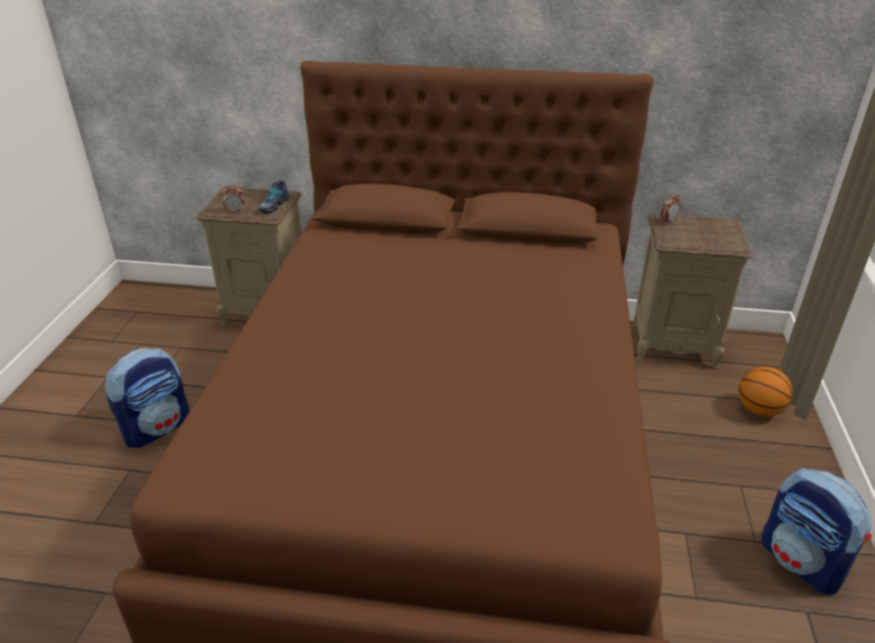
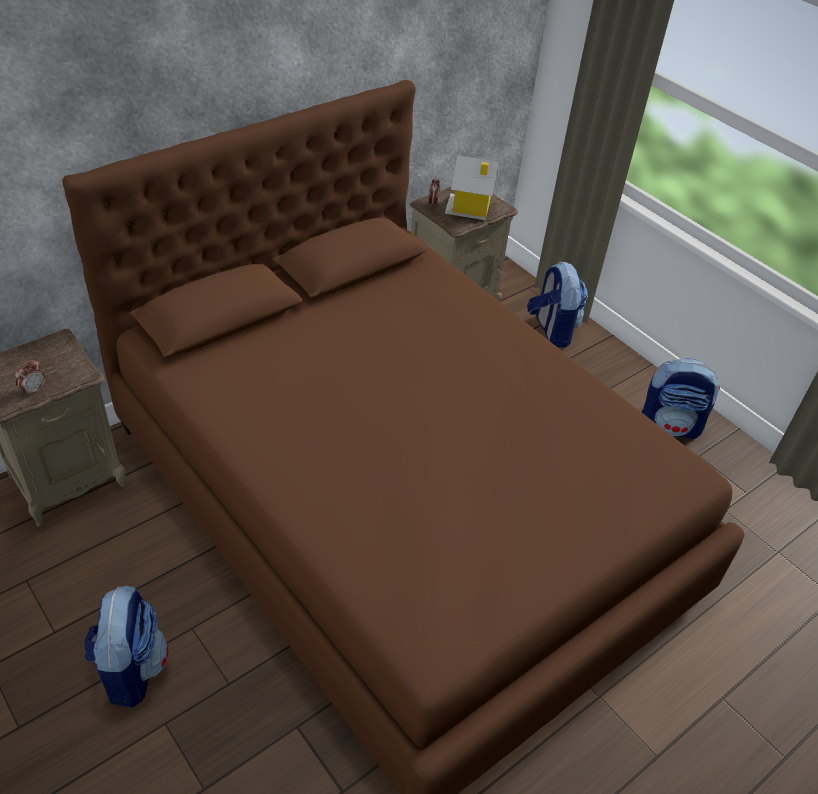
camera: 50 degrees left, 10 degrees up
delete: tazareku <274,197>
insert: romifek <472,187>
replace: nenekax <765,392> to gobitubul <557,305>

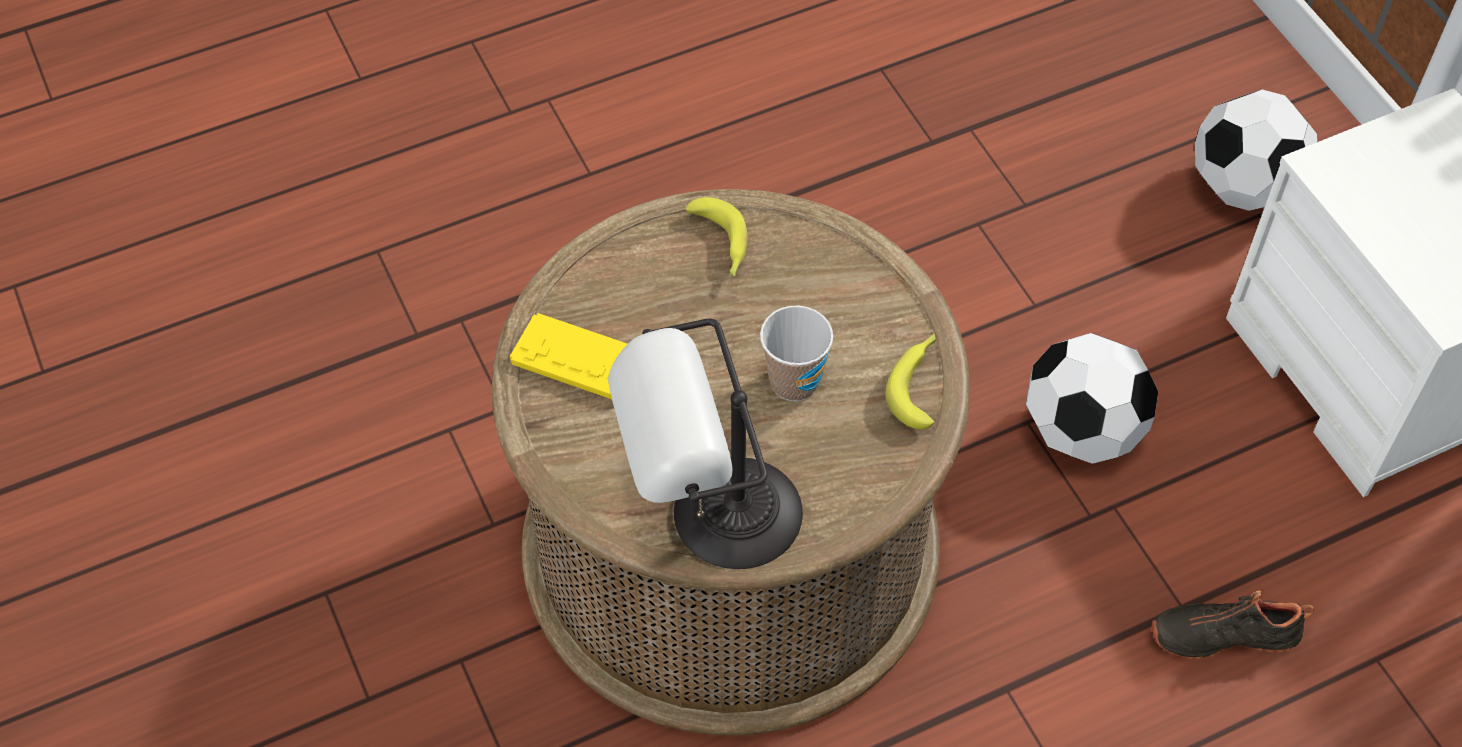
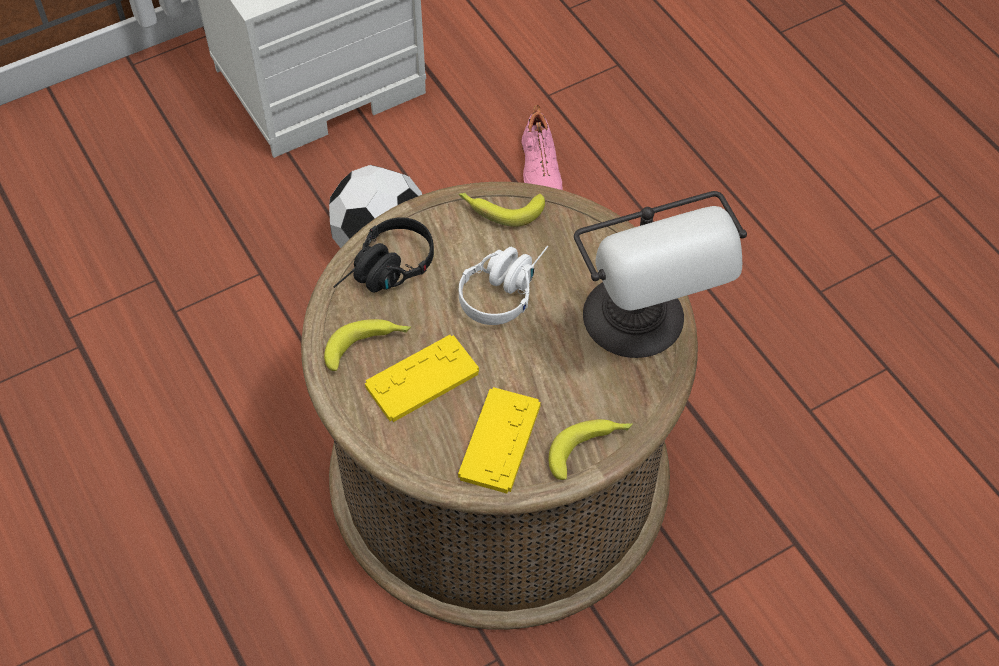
camera: 95 degrees left, 0 degrees up
delete: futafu <1256,150>
insert: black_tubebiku <383,255>; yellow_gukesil <422,378>; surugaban <590,449>
replace: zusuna <796,353> to white_tubebiku <503,285>
recolor: black_tazareku <1233,624> to pink_tazareku <542,147>

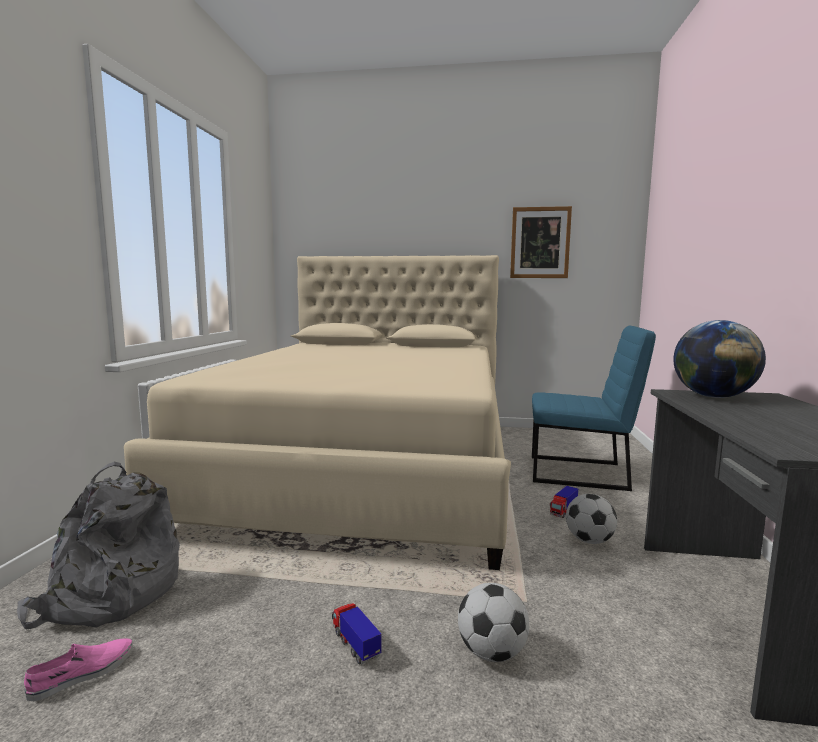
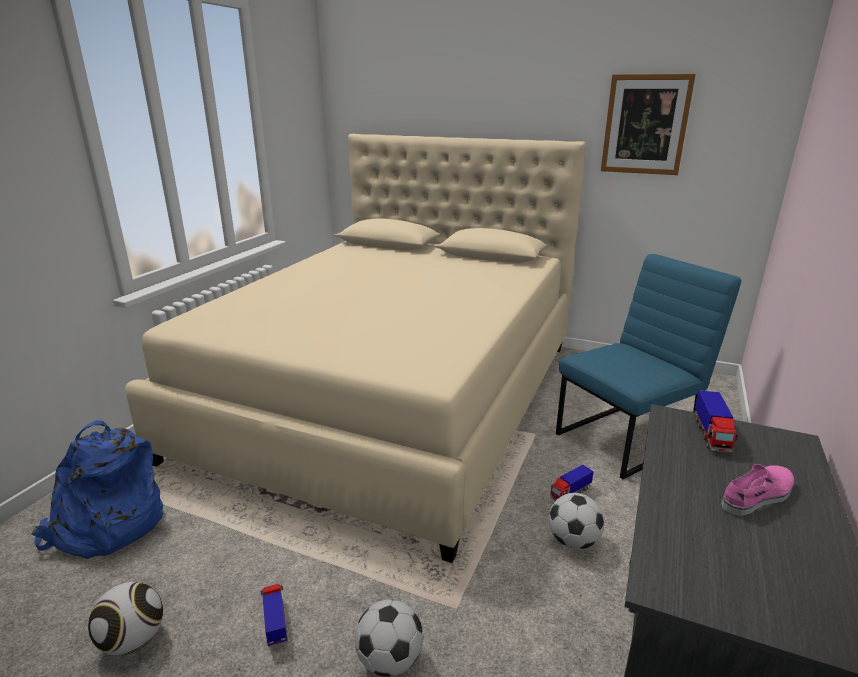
camera: 15 degrees right, 15 degrees up
insert: futafu <125,619>
move: pink_tazareku <78,670> to <757,490>
replace: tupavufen <720,359> to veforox <716,421>
recolor: grey_gobitubul <98,545> to blue_gobitubul <97,489>
rotate: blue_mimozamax <594,408> = <648,366> 60 degrees counterclockwise

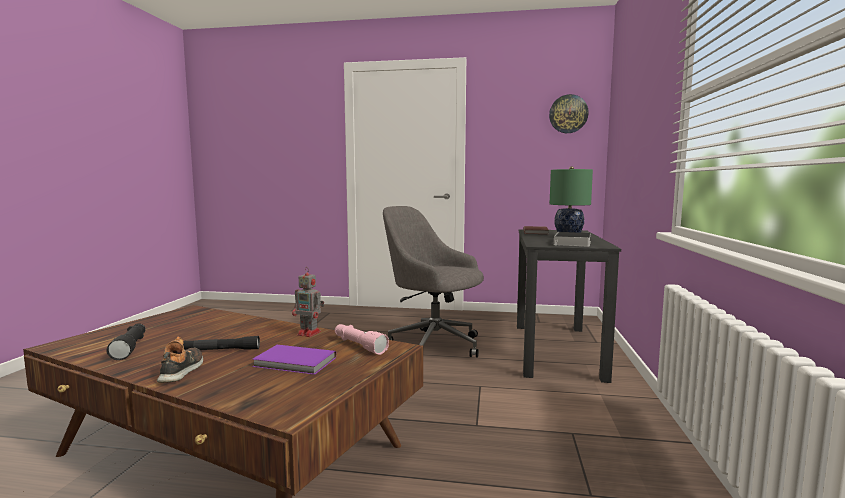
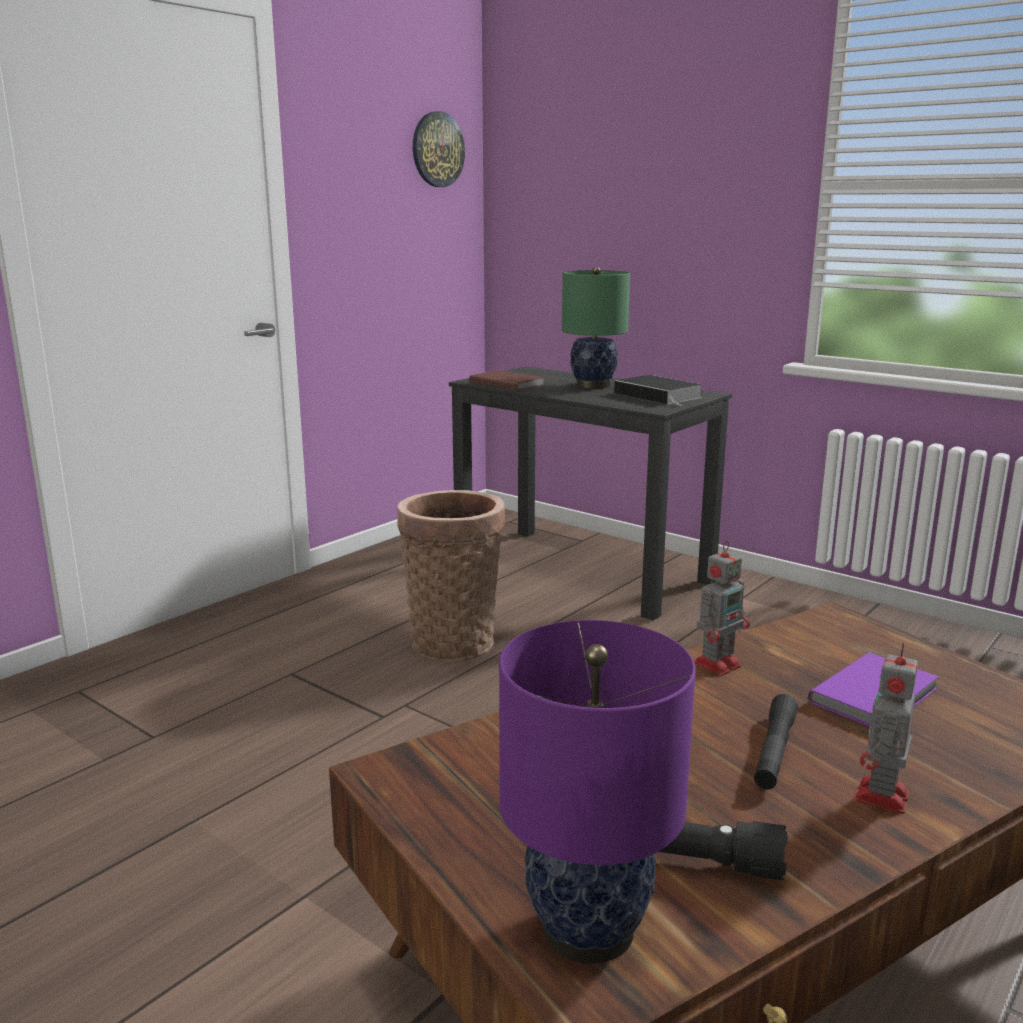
camera: 60 degrees left, 10 degrees up
delete: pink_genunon <362,339>
insert: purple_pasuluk <597,791>
replace: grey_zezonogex <433,282> to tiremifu <451,576>; tazareku <180,360> to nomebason <886,728>

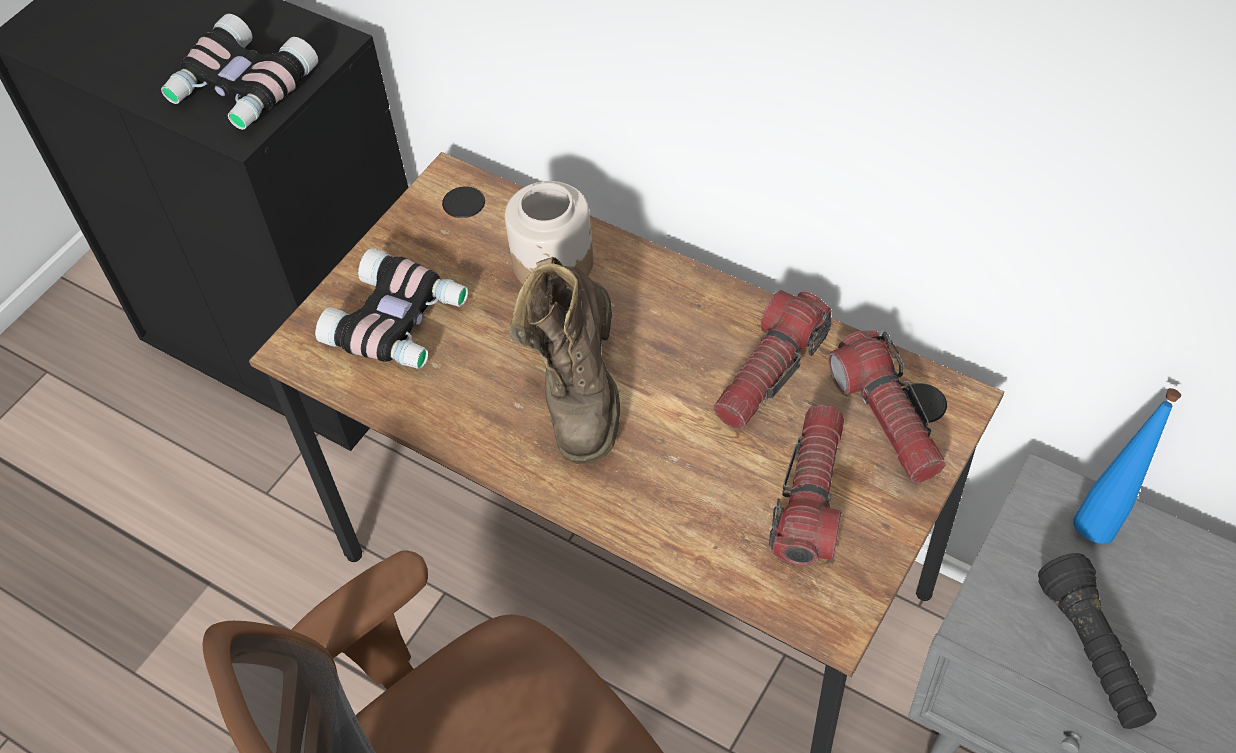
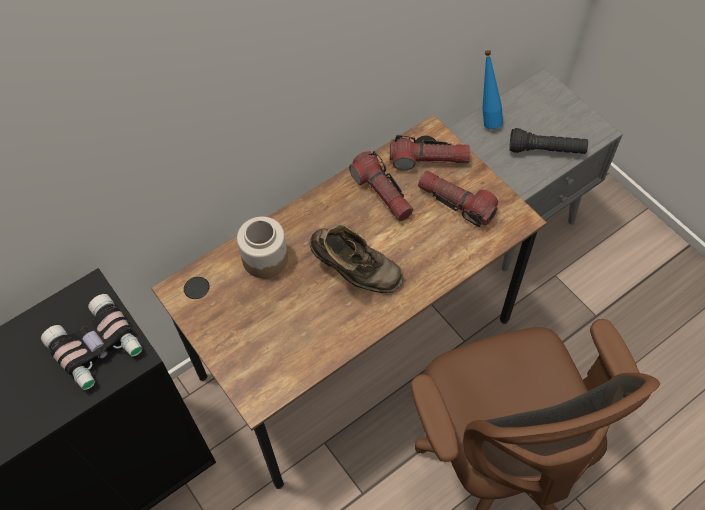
camera: 70 degrees left, 5 degrees up
delete: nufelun <391,308>

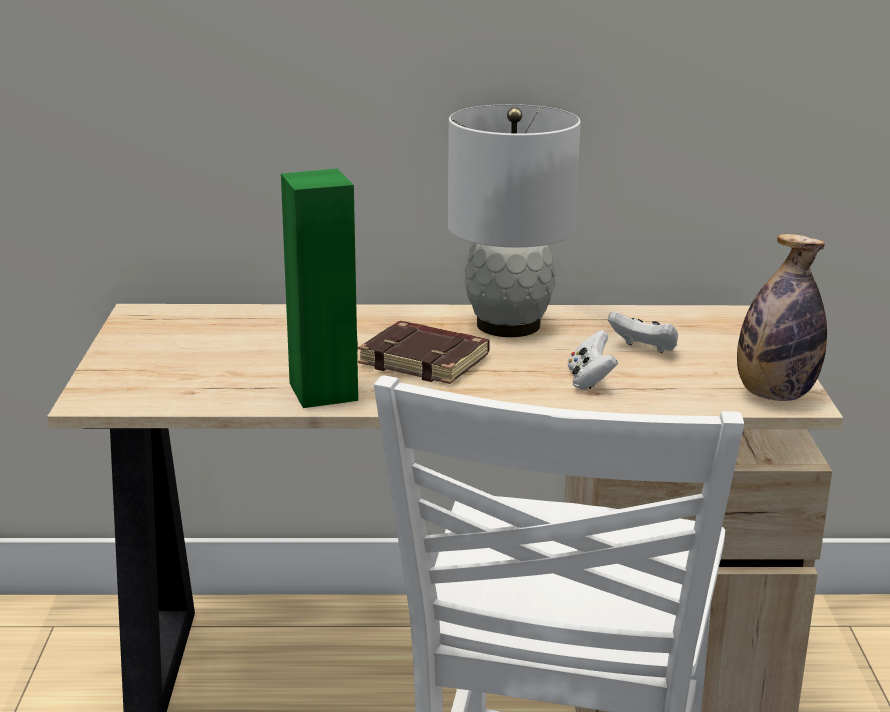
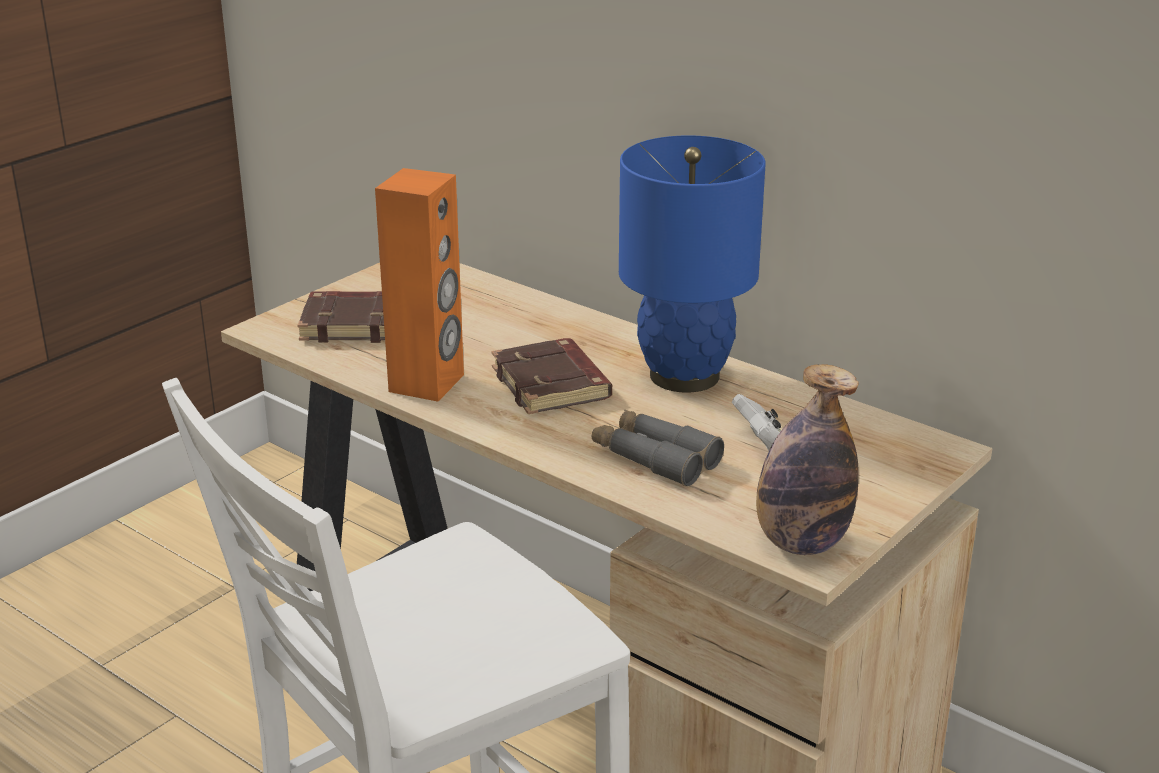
camera: 40 degrees right, 5 degrees up
insert: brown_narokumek <341,317>
replace: white_gukesil <593,360> to grey_nufelun <658,447>
recolor: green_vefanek <319,288> to orange_vefanek <419,284>; white_pasuluk <514,220> to blue_pasuluk <692,264>

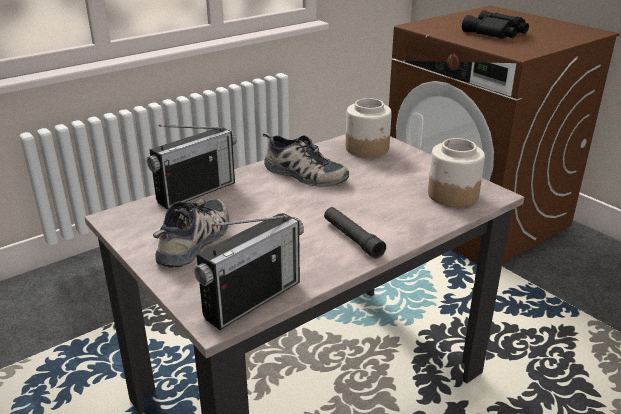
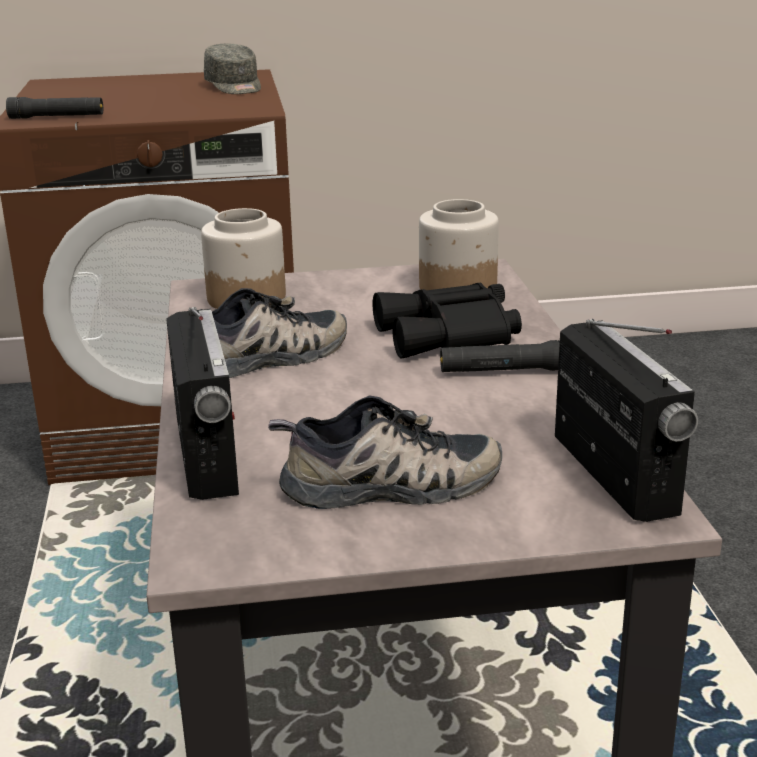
camera: 60 degrees left, 5 degrees down
insert: black_genunon <54,108>; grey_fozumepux <232,69>
move: black_nufelun <495,24> to <447,320>
rotate: tazareku <191,233> = <385,452> 120 degrees clockwise

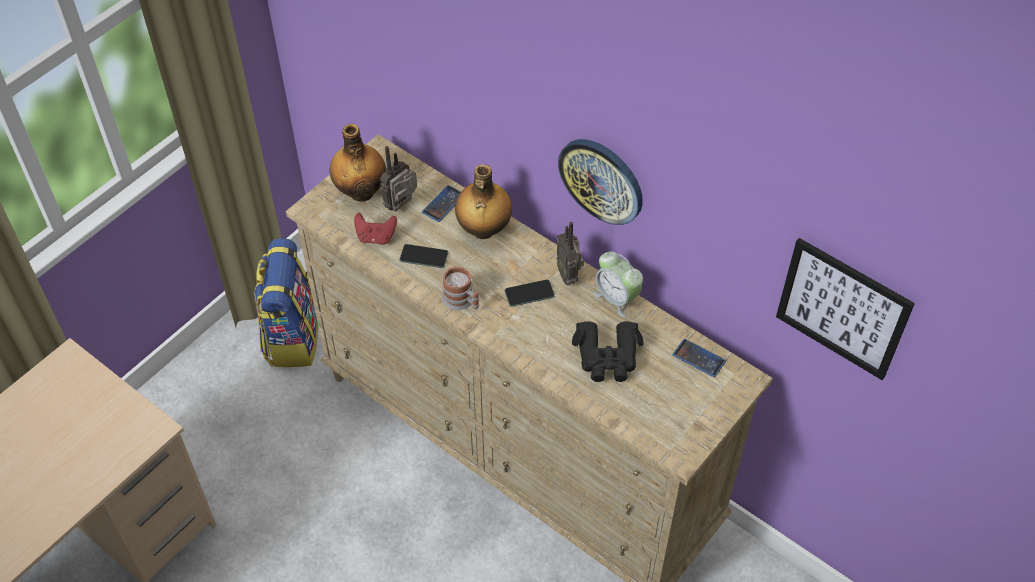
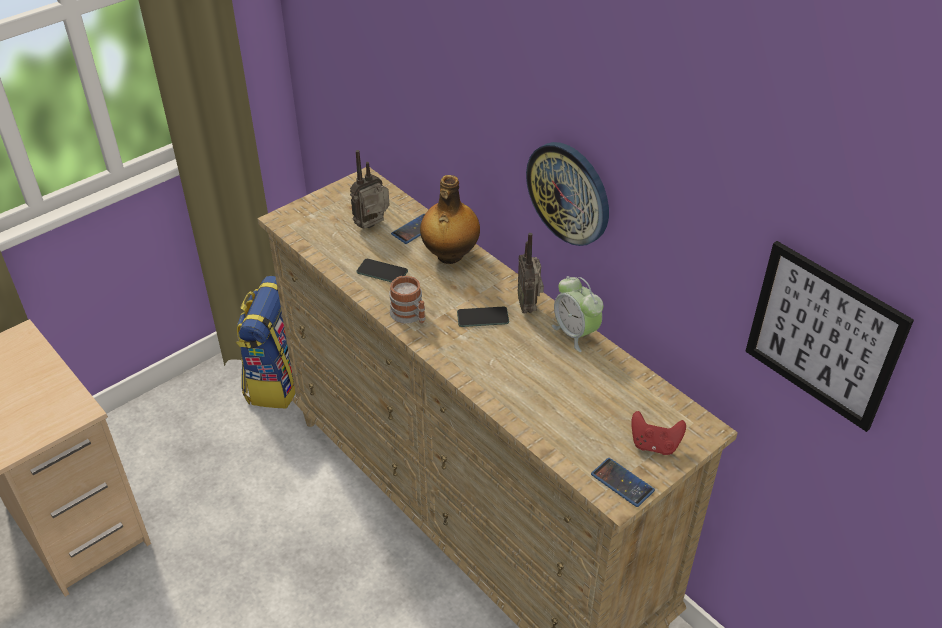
camera: 10 degrees right, 10 degrees down
delete: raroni <358,163>; black_nufelun <608,351>
move: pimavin <699,358> to <623,482>; red_gukesil <375,229> to <659,433>

